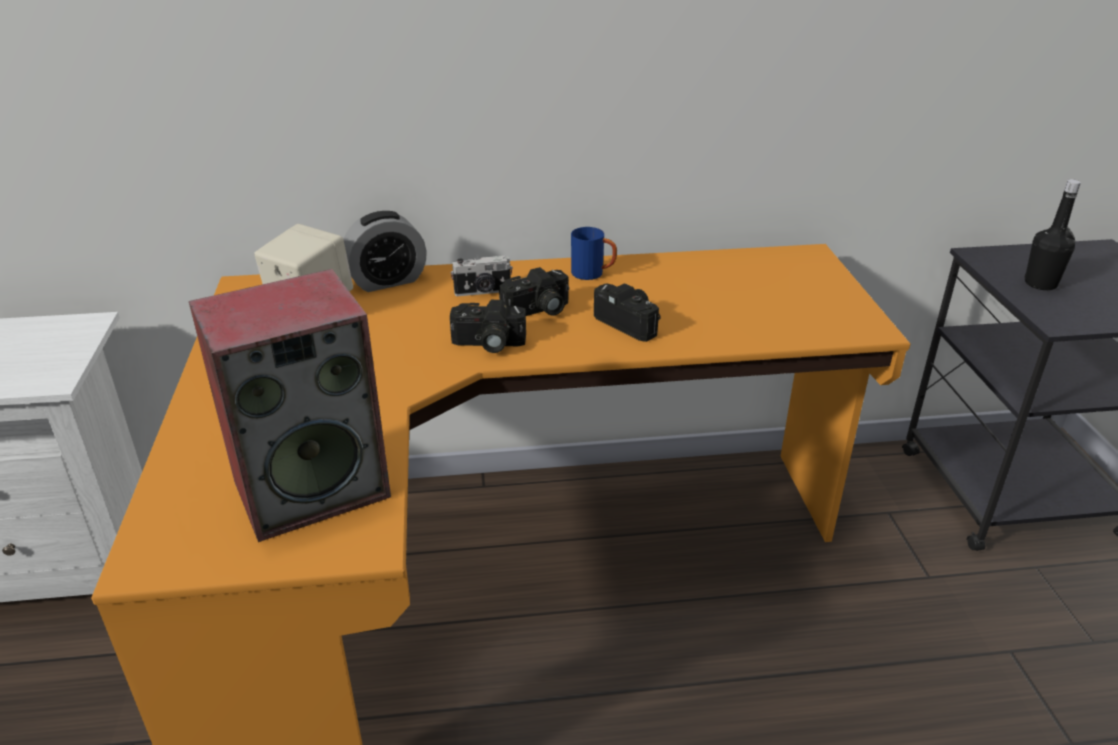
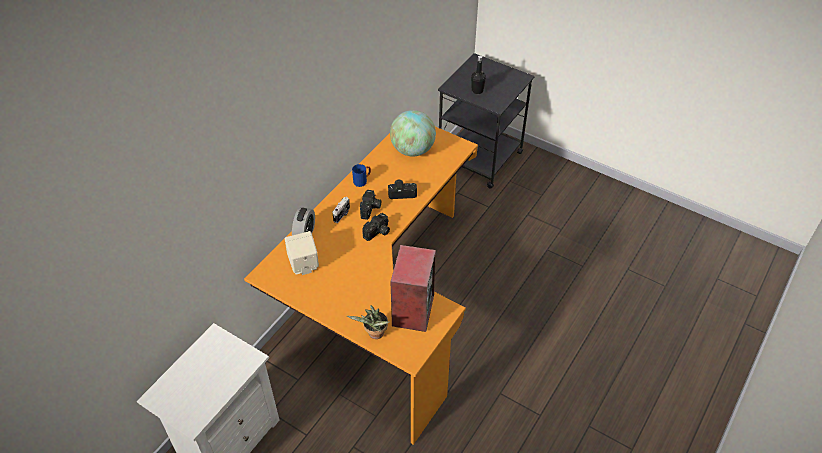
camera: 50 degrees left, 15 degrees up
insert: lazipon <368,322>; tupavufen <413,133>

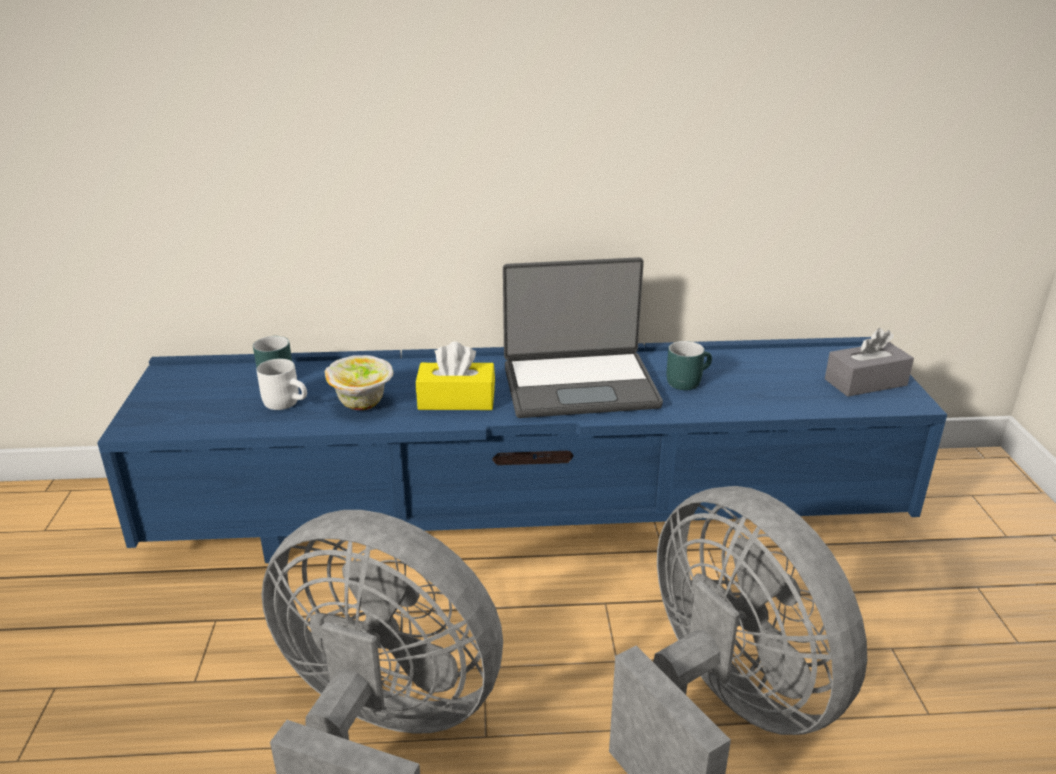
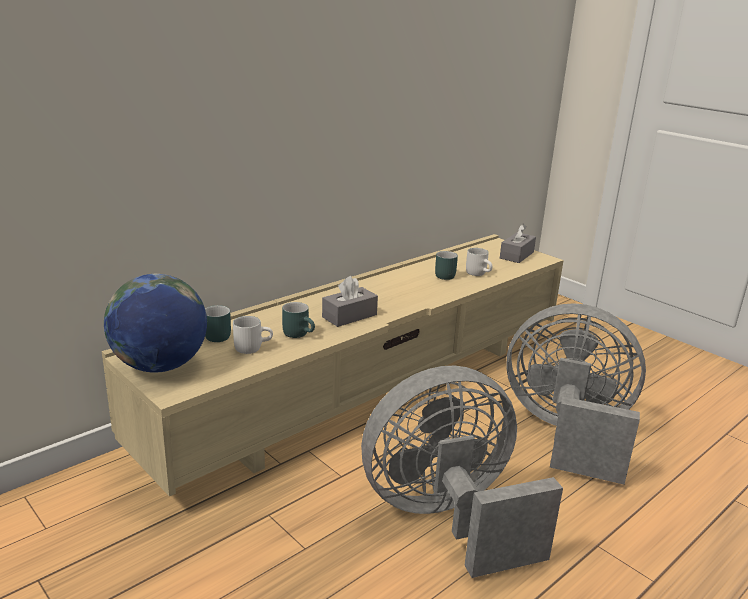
camera: 40 degrees left, 5 degrees down
delete: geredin <583,337>
insert: tupavufen <155,323>; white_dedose <479,262>
replace: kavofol <359,382> to turquoise_dedose <298,320>
recolor: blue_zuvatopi <522,450> to beige_zuvatopi <333,365>; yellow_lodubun <455,376> to grey_lodubun <350,301>

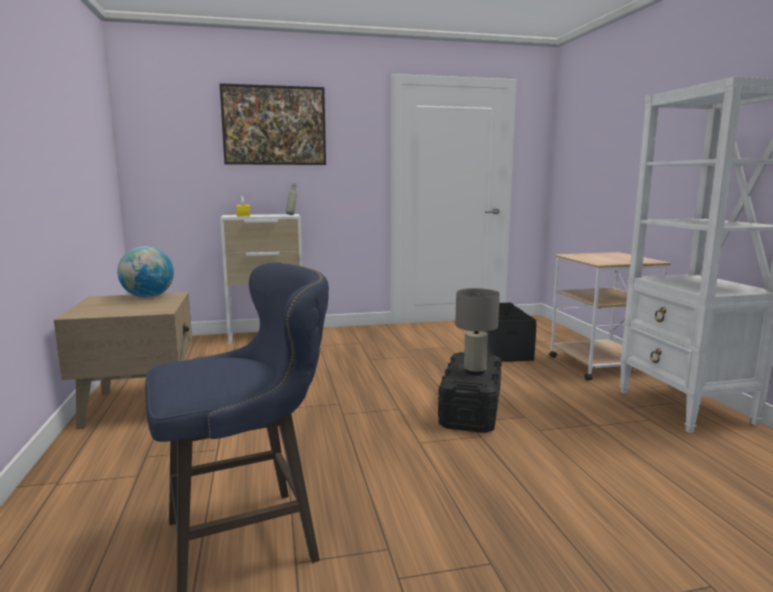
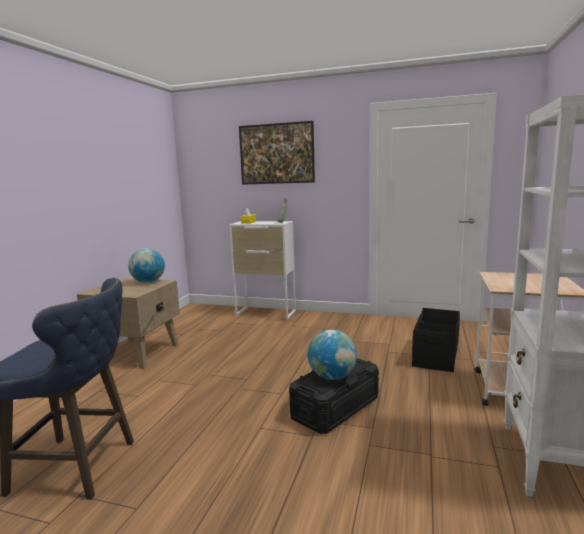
camera: 30 degrees right, 0 degrees up
replace: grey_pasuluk <478,331> to tupavufen <332,355>

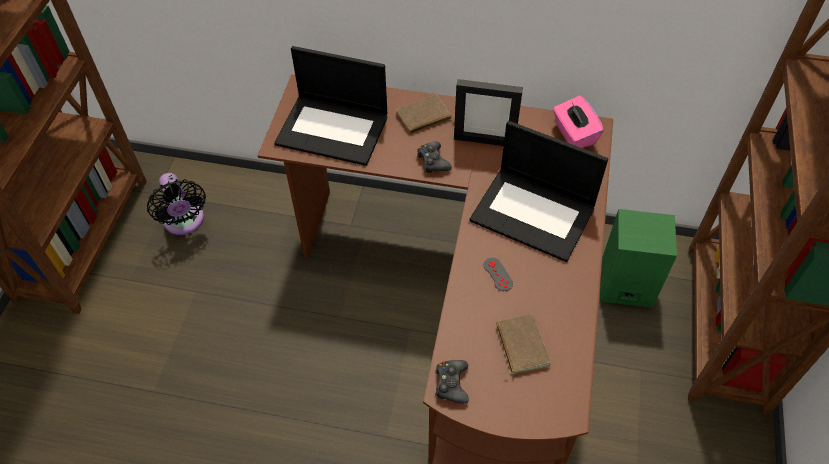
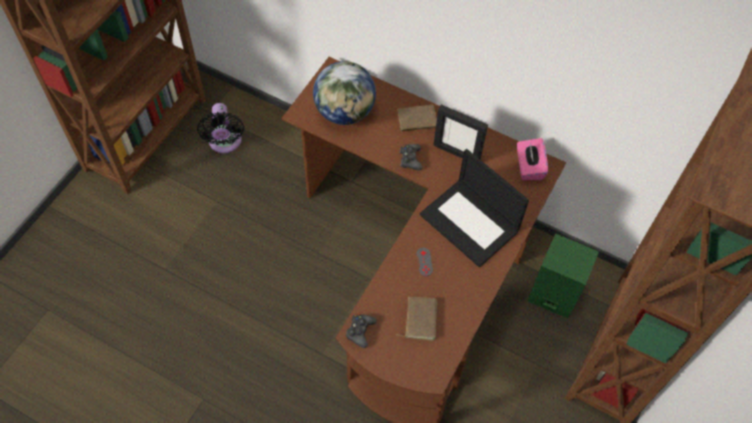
camera: 15 degrees right, 5 degrees up
replace: geredin <330,106> to tupavufen <344,93>

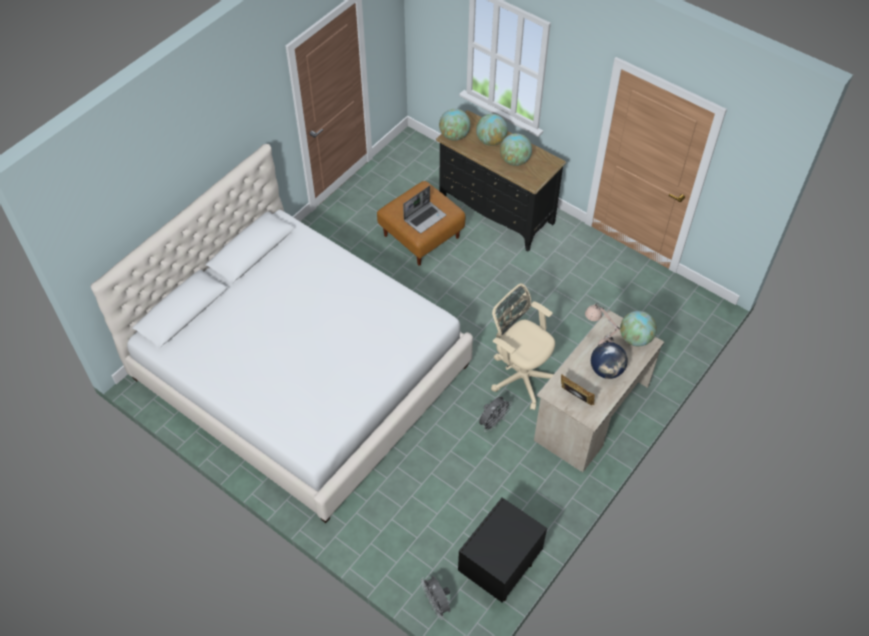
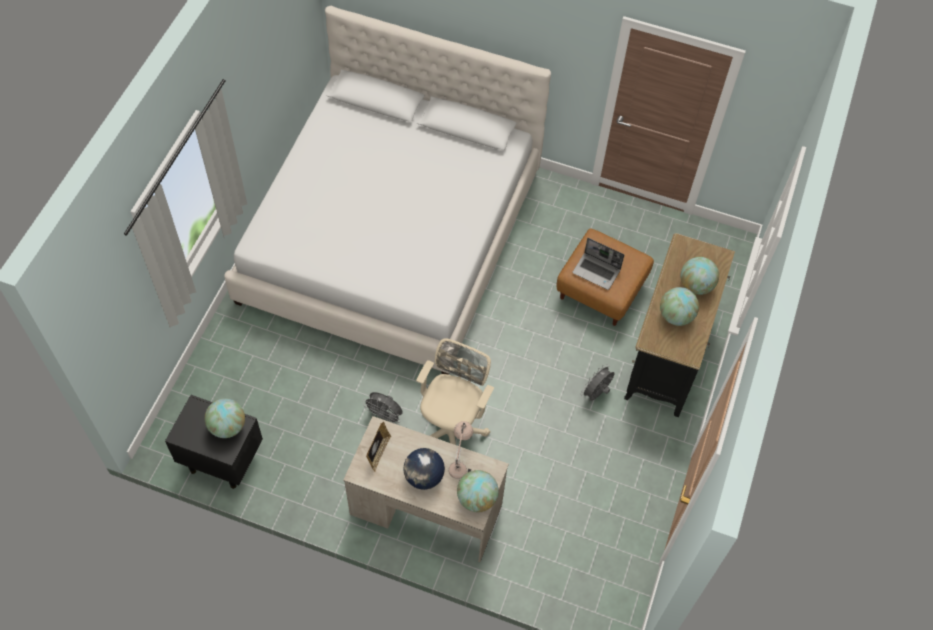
camera: 70 degrees right, 5 degrees up
move: tupavufen <454,125> to <225,418>; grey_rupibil <436,598> to <597,382>

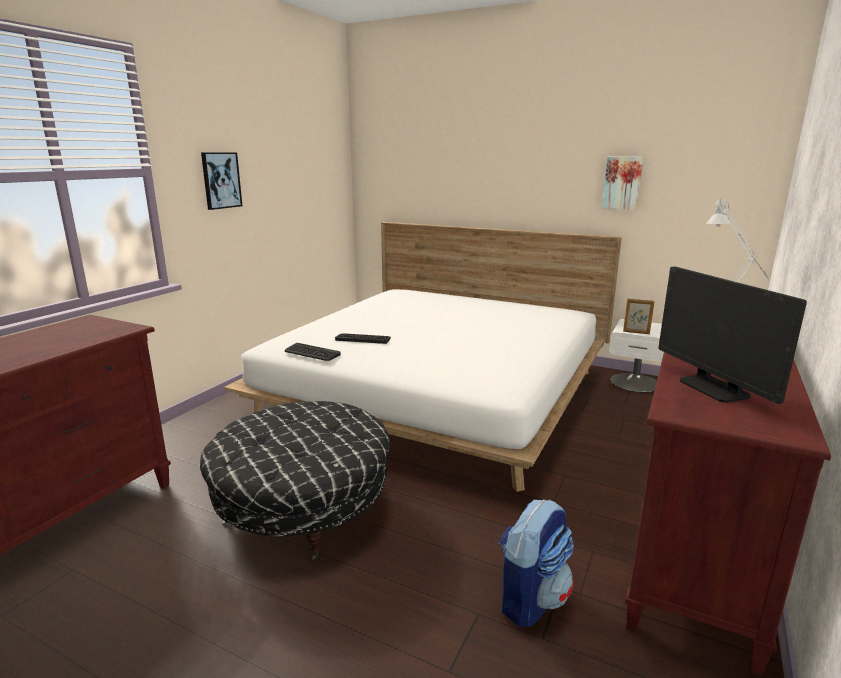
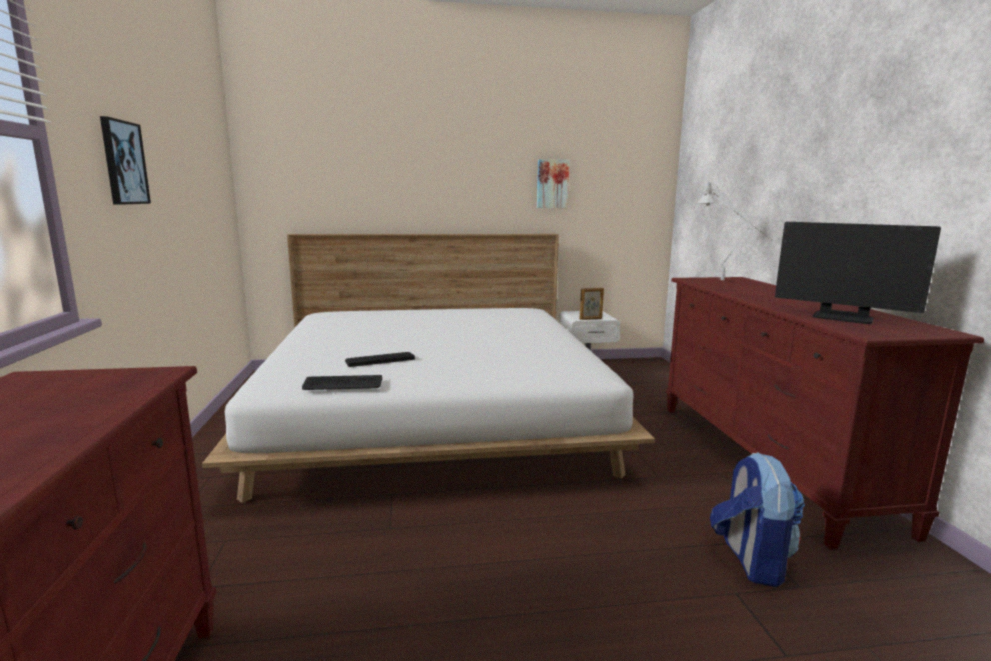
camera: 35 degrees left, 5 degrees down
delete: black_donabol <295,481>

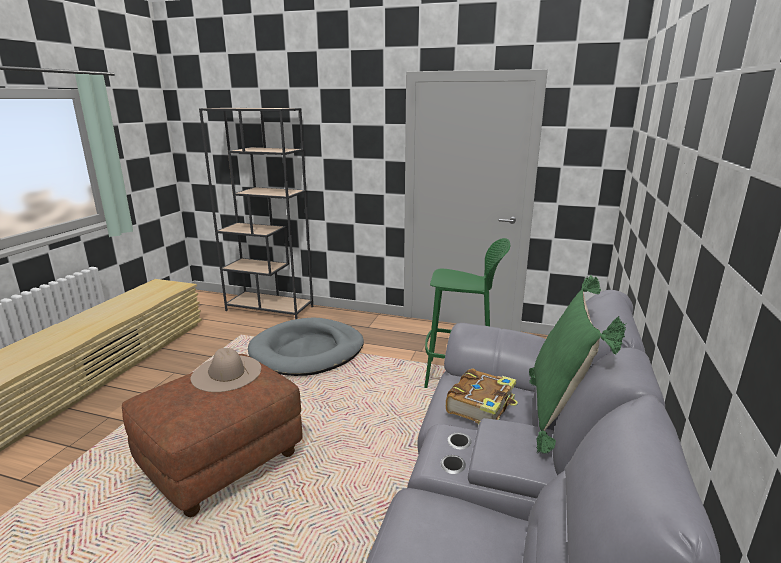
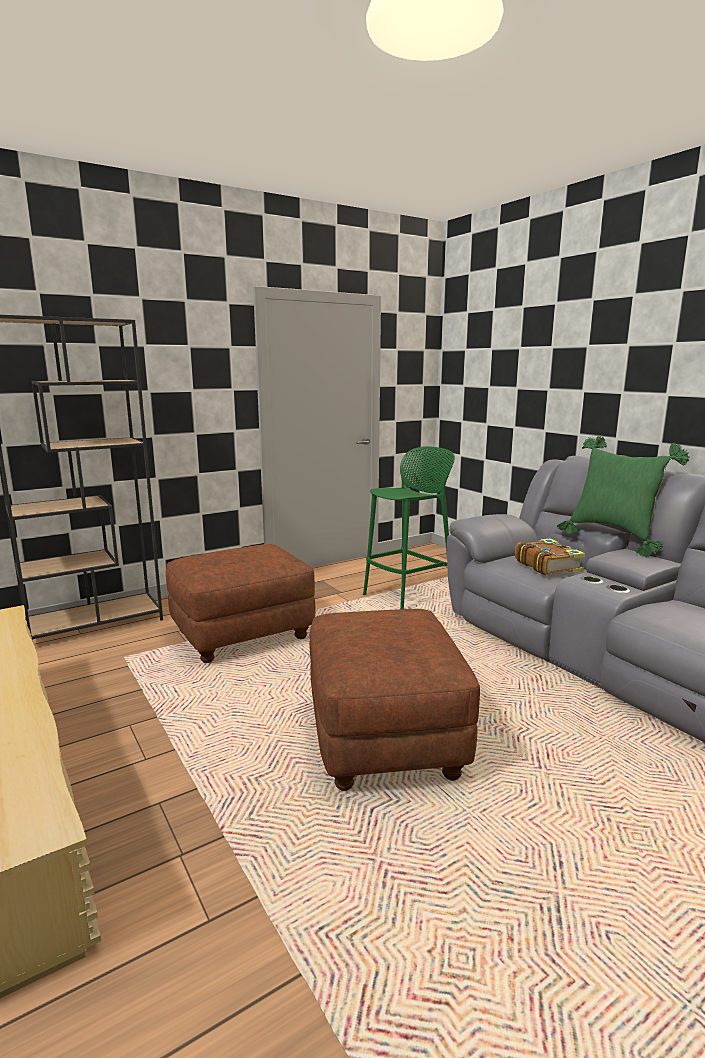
camera: 50 degrees left, 5 degrees down
delete: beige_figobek <226,370>
replace: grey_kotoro <306,347> to brown_donabol <240,603>

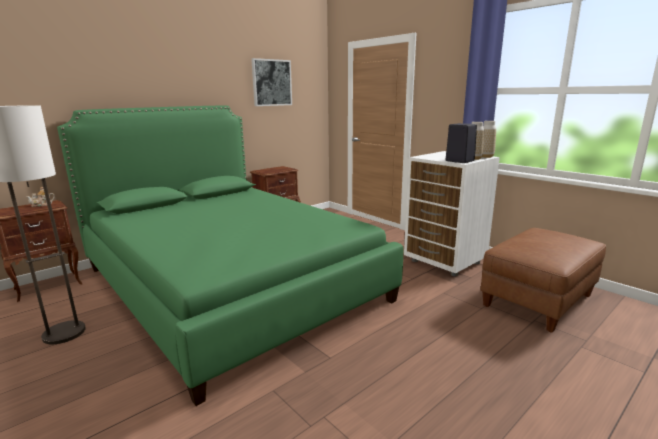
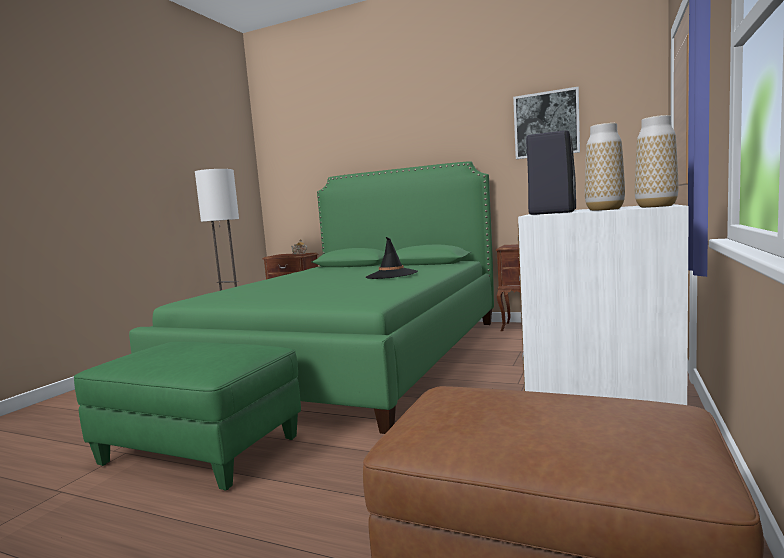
camera: 65 degrees right, 10 degrees down
insert: green_donabol <187,416>; black_figobek <392,258>

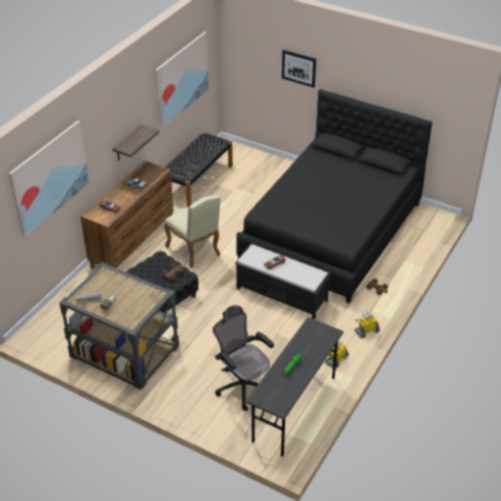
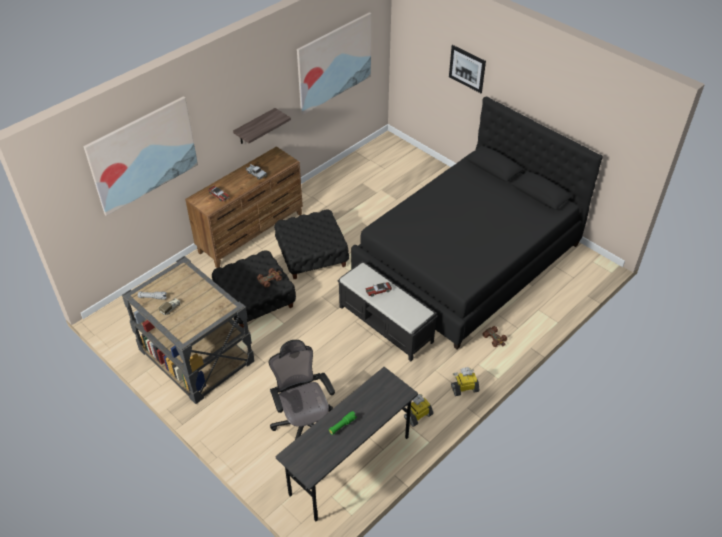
camera: 15 degrees right, 5 degrees up
delete: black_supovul <199,169>
replace: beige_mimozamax <192,231> to black_donabol <311,244>

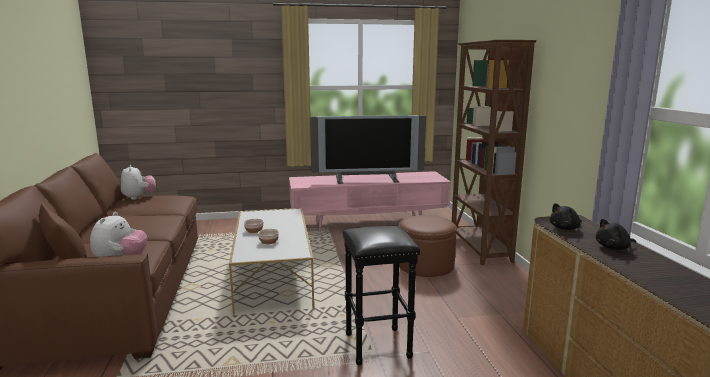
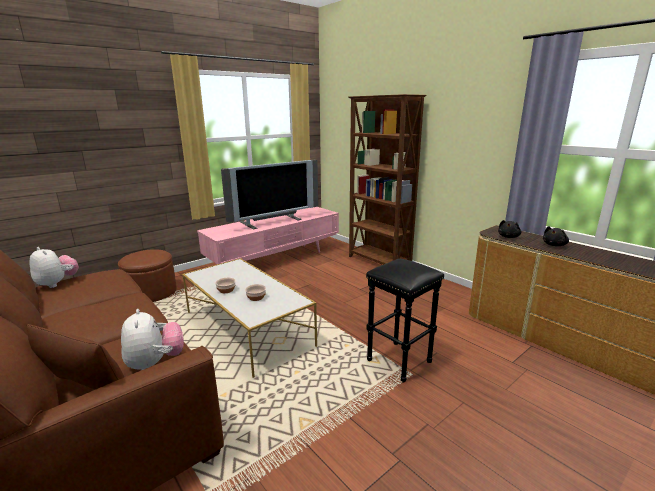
camera: 30 degrees left, 5 degrees up
move: brown_donabol <428,246> to <147,275>

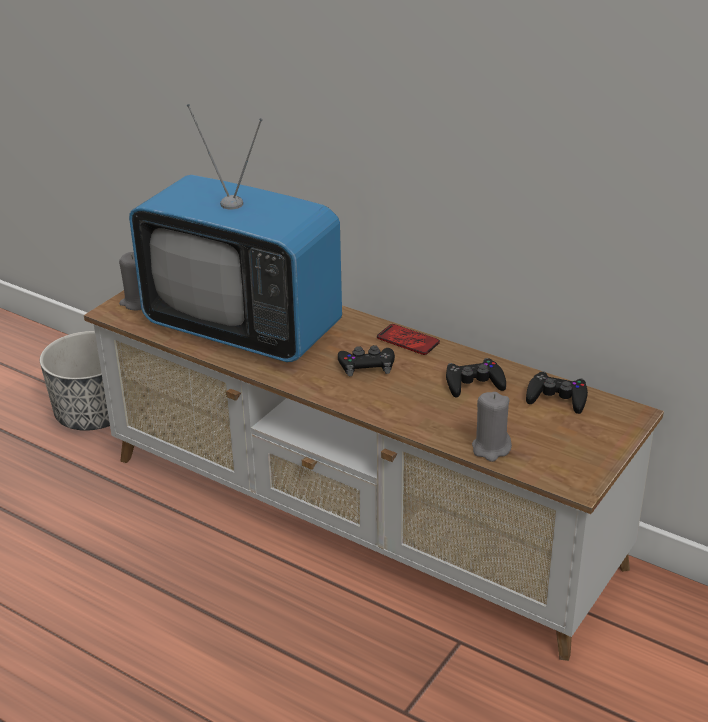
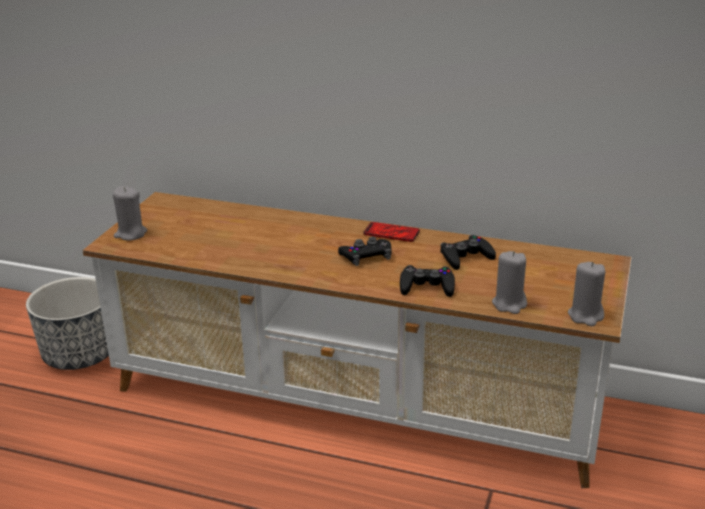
camera: 15 degrees left, 5 degrees down
delete: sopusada <235,233>
insert: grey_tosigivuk <586,294>
move: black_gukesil <557,392> to <427,281>

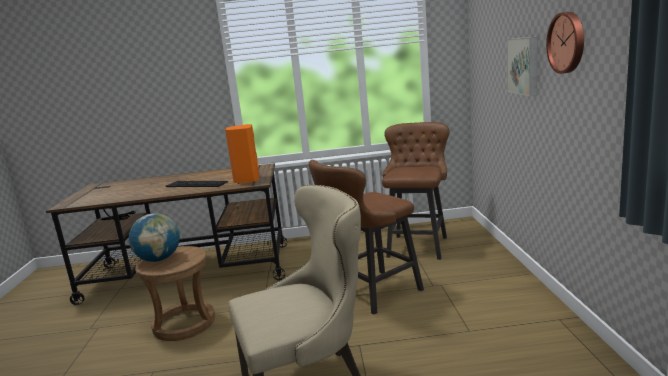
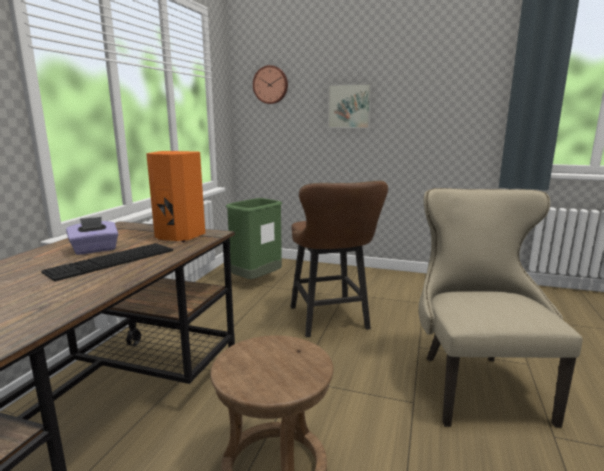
camera: 70 degrees left, 0 degrees up
delete: tupavufen <154,237>
insert: purple_lodubun <92,236>
move: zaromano <565,43> to <270,84>
replace: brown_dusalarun <416,191> to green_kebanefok <254,238>

